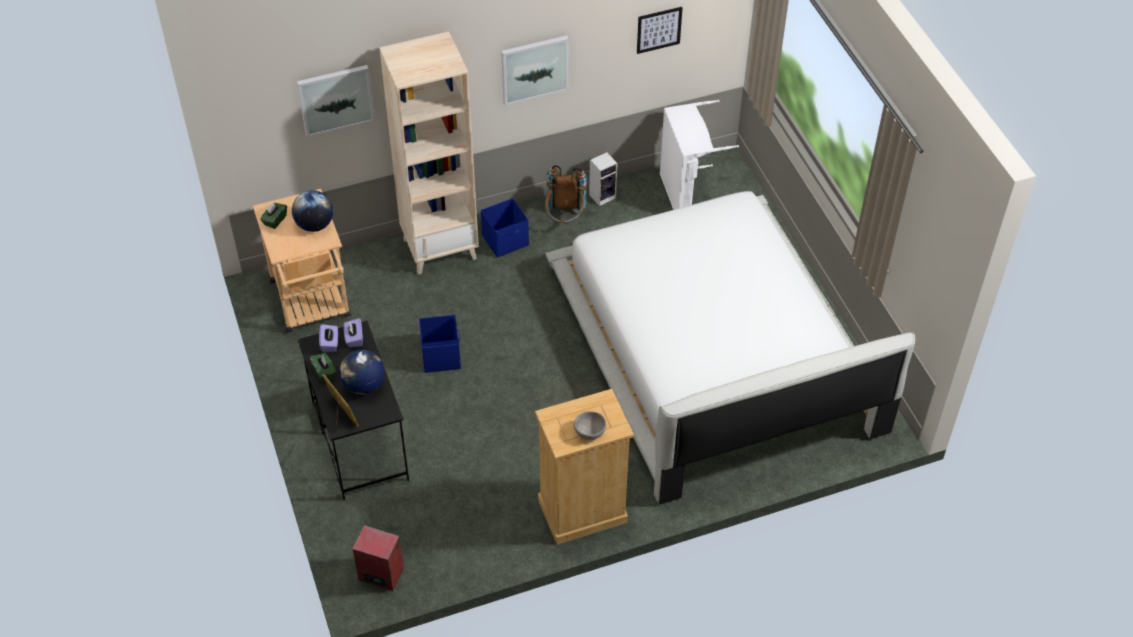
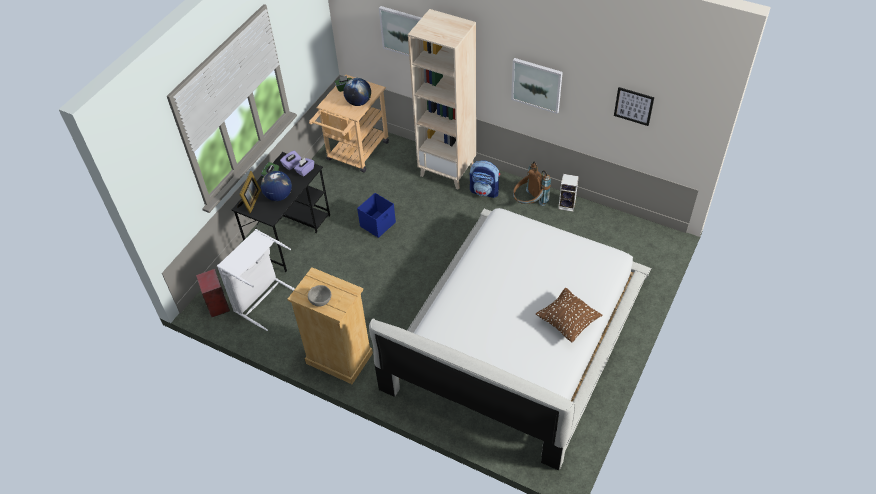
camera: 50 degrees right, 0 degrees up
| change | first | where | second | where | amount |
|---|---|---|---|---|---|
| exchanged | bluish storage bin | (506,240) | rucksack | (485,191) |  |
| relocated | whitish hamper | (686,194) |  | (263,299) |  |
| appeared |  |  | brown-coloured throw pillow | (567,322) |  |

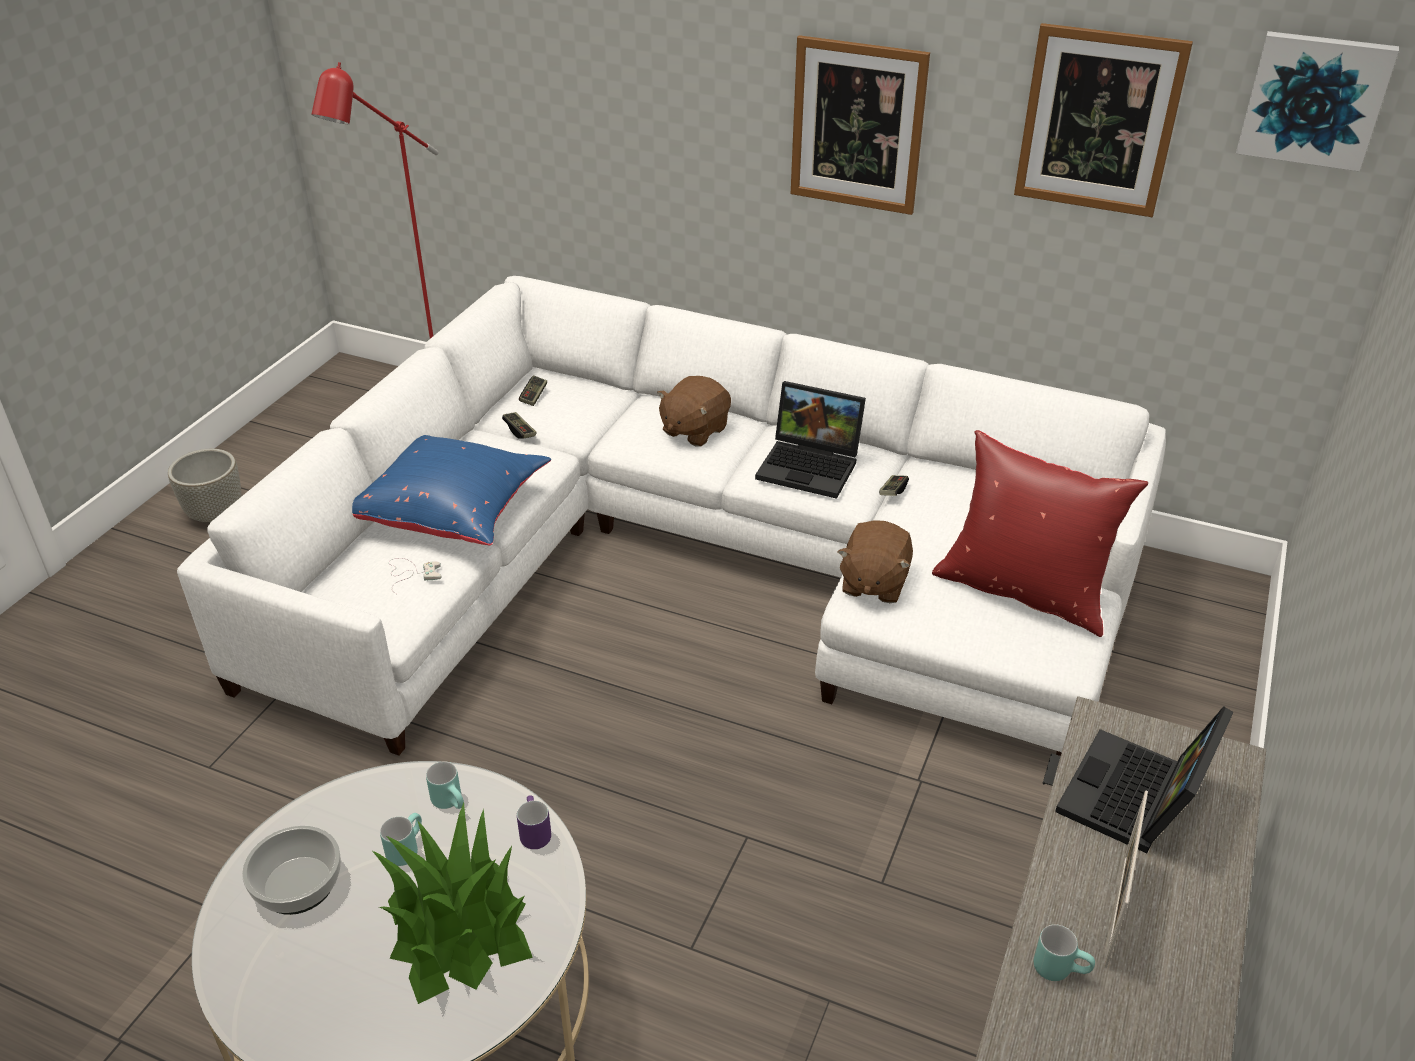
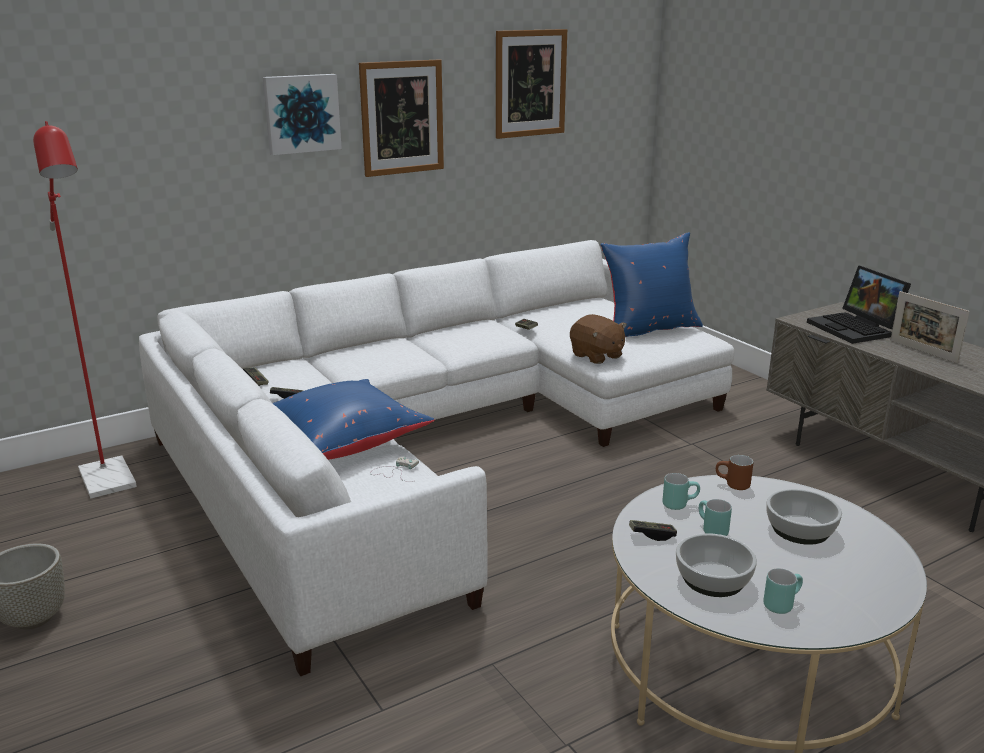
camera: 55 degrees left, 15 degrees down
| change | first | where | second | where | amount |
|---|---|---|---|---|---|
| exchanged | houseplant | (457,929) | bowl | (800,530) |  |
| colour | purple coffee mug | (532,833) | brown-coloured coffee mug | (732,485) |  |
| missing | brown-coloured soft toy | (694,430) |  |  |  |
| missing | portable computer | (811,466) |  |  |  |
| colour | red-coloured throw pillow | (1023,591) | bluish throw pillow | (648,329) |  |
| relocated | turquoise coffee mug | (1060,968) |  | (780,603) |  |
| relocated | wall picture | (1314,99) |  | (301,113) |  |
| appeared |  |  | joypad | (652,535) |  |

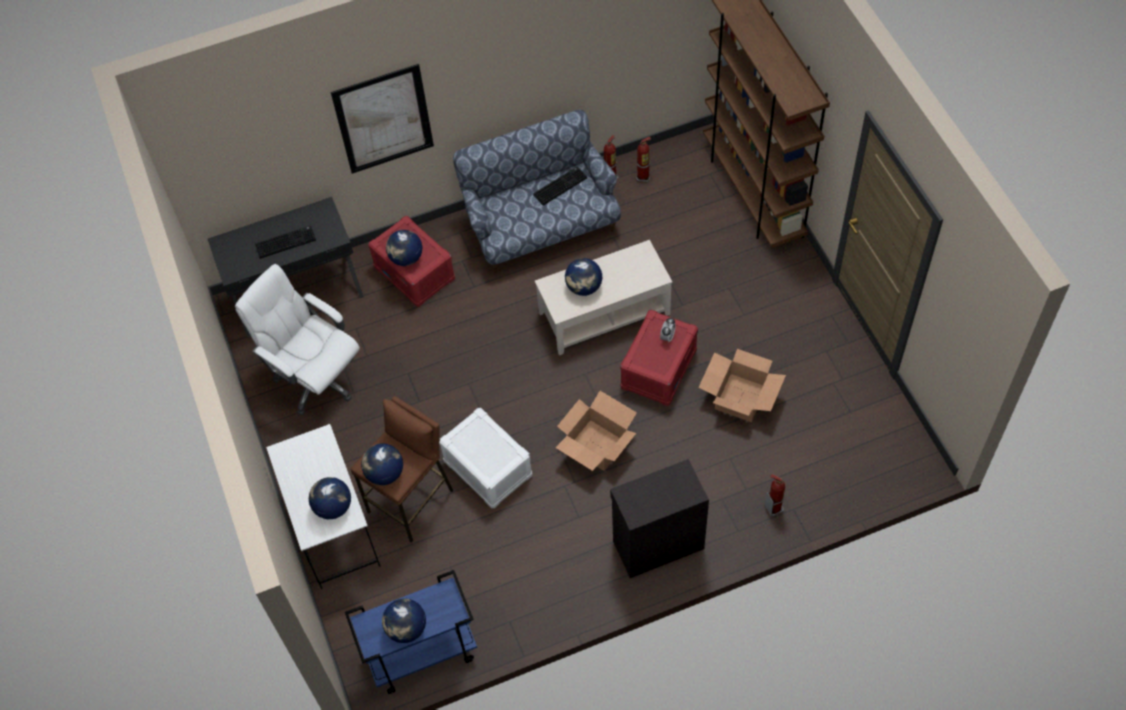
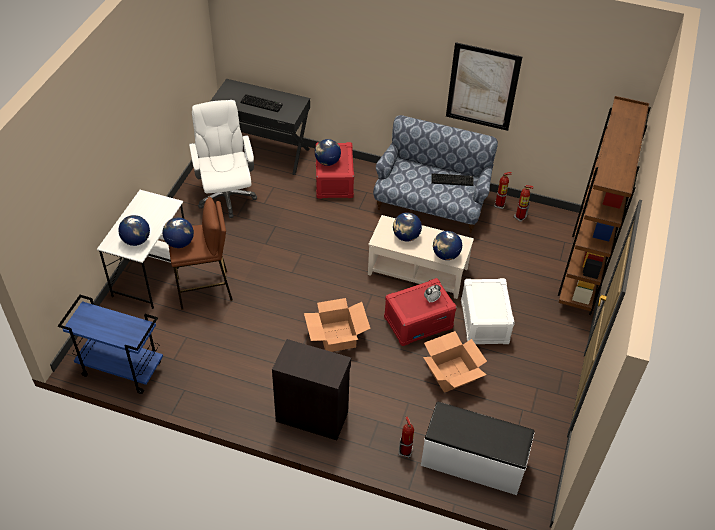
camera: 35 degrees right, 10 degrees down
| change | first | where | second | where | amount |
|---|---|---|---|---|---|
| relocated | wall picture | (384,119) |  | (482,87) |  |
| relocated | desk globe | (406,629) |  | (445,255) |  |
| relocated | whitish storage bin | (487,468) |  | (484,321) |  |
| appeared |  |  | whitish indoor bench | (473,462) |  |

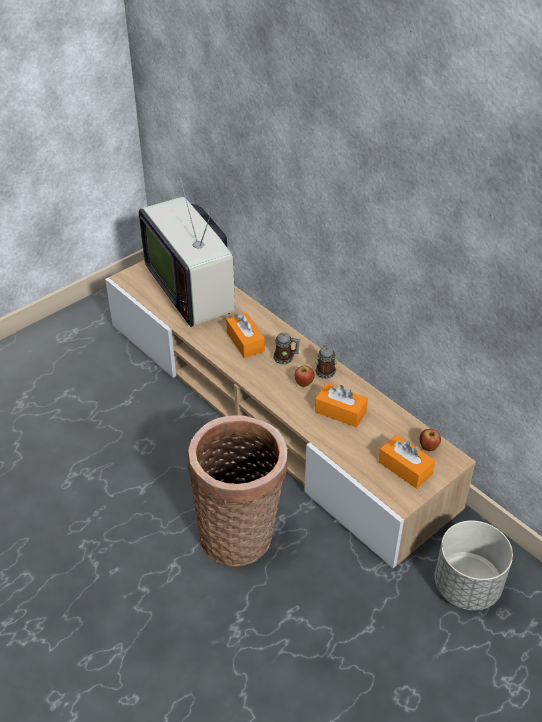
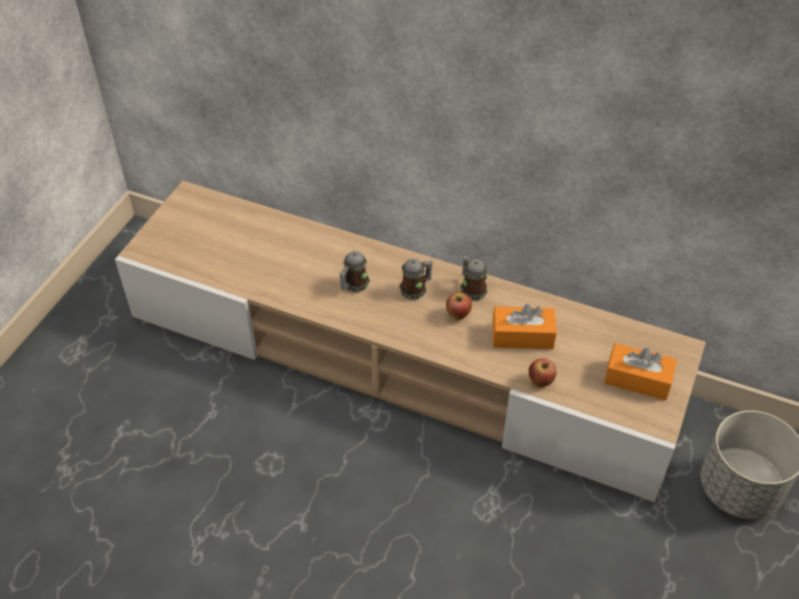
camera: 25 degrees left, 5 degrees up
| change | first | where | second | where | amount |
|---|---|---|---|---|---|
| missing | TV | (193,289) |  |  |  |
| missing | storage basket | (240,534) |  |  |  |
| exchanged | orange tissue box | (245,342) | coffee mug | (353,285) |  |
| relocated | apple fruit | (428,447) |  | (540,382) |  |

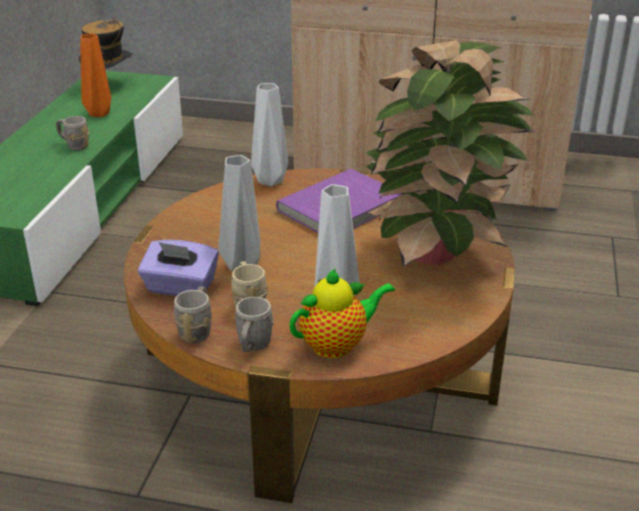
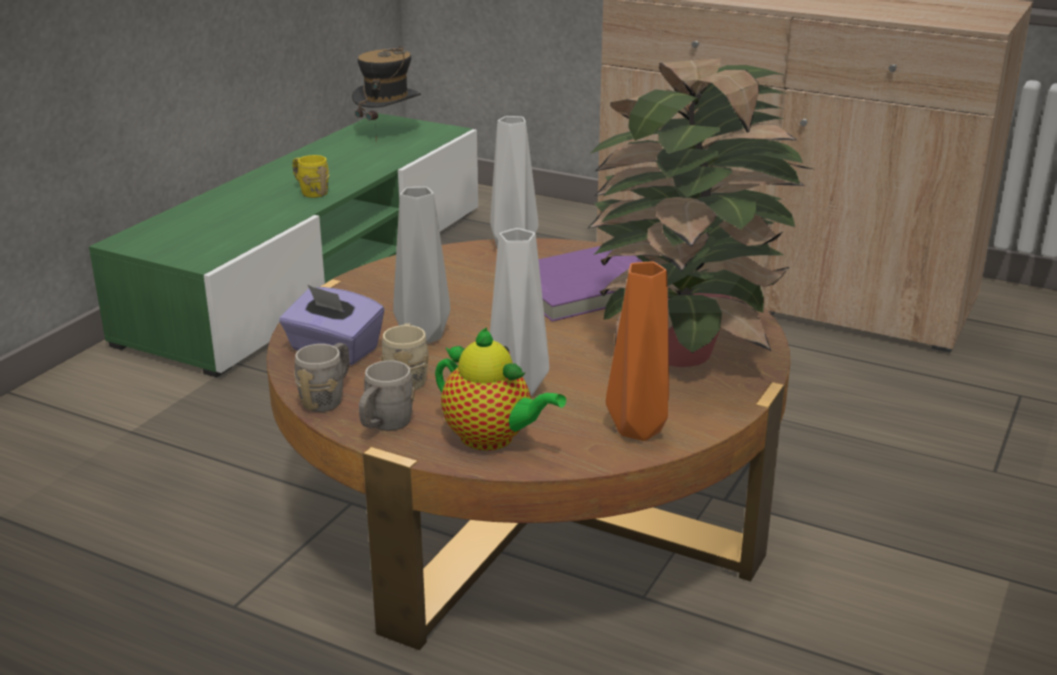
camera: 15 degrees right, 5 degrees down
| change | first | where | second | where | amount |
|---|---|---|---|---|---|
| colour | gray coffee mug | (74,145) | yellowish coffee mug | (310,192) |  |
| relocated | orange decorative vase | (98,114) |  | (637,431) |  |
| spun | tea pot | (337,345) |  | (492,439) | 45 degrees clockwise |

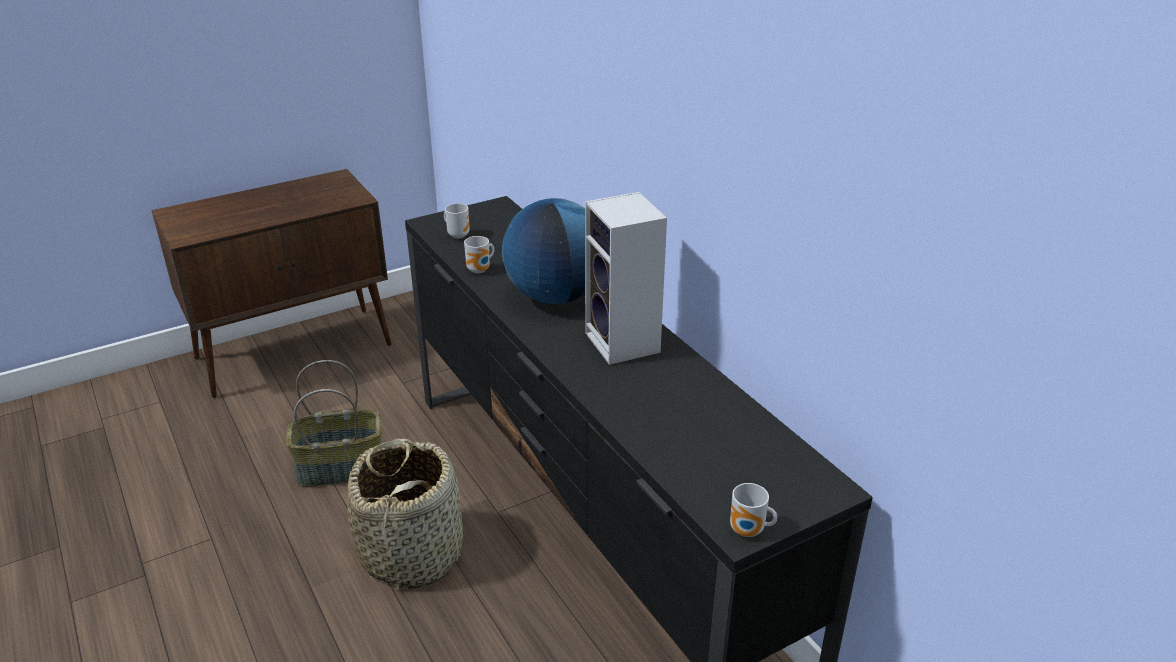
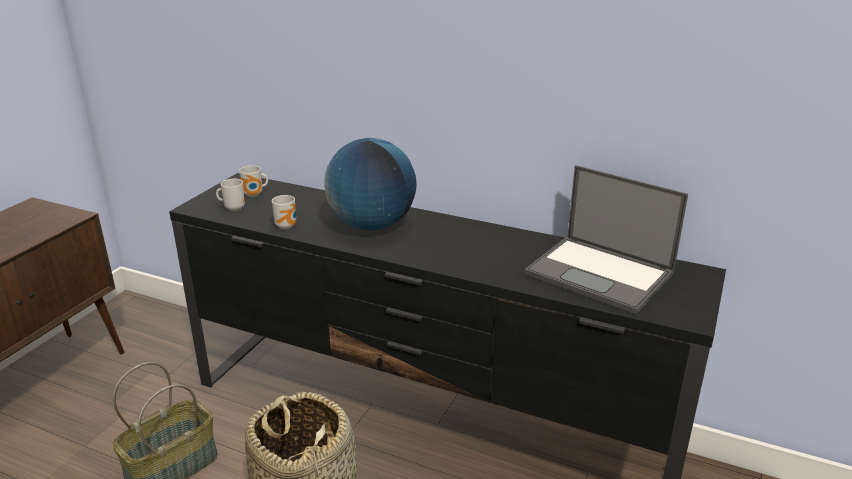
camera: 35 degrees left, 5 degrees down
| change | first | where | second | where | amount |
|---|---|---|---|---|---|
| missing | loudspeaker | (625,344) |  |  |  |
| relocated | coffee mug | (748,532) |  | (254,195) |  |
| appeared |  |  | portable computer | (601,274) |  |

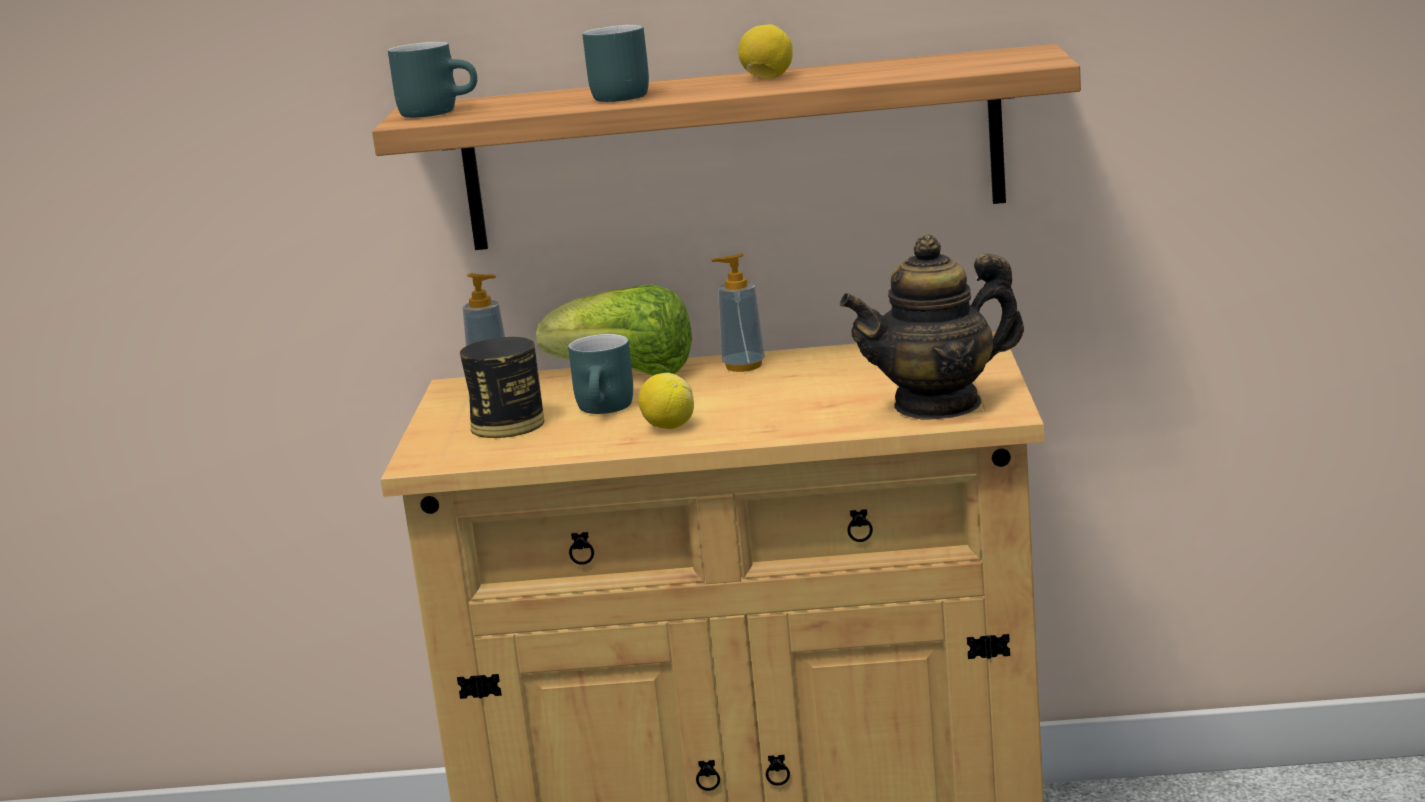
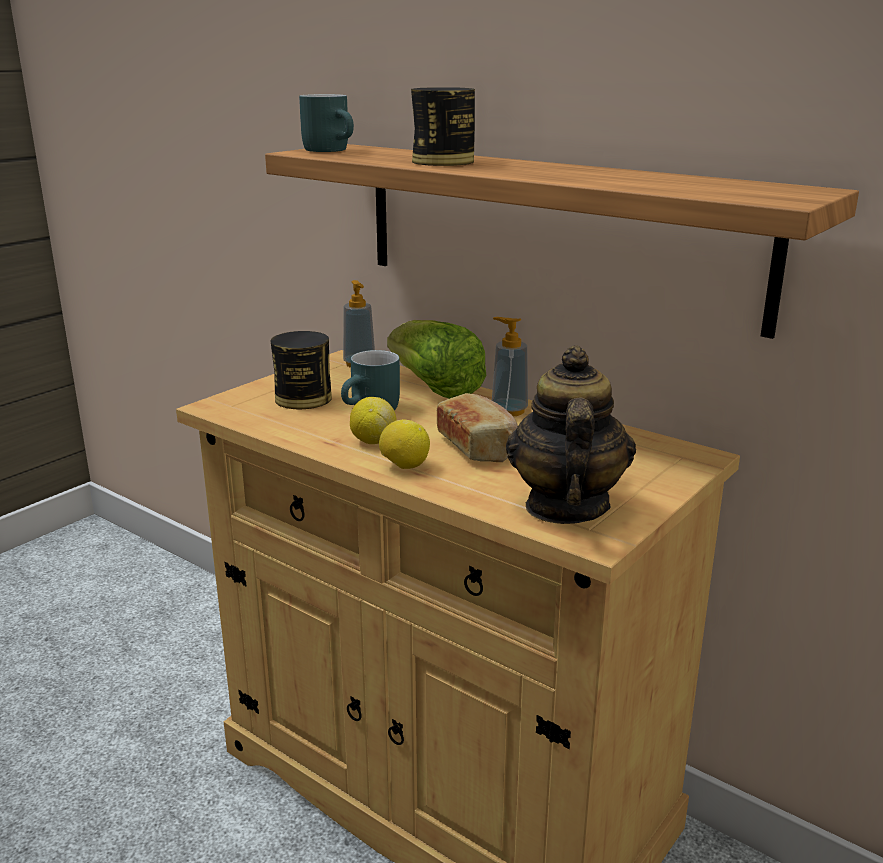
camera: 35 degrees right, 5 degrees up
| change | first | where | second | where | amount |
|---|---|---|---|---|---|
| exchanged | turquoise coffee mug | (620,95) | metal can | (443,161) |  |
| relocated | whole lemon | (767,78) |  | (404,466) |  |
| spun | tea pot | (938,405) |  | (565,506) | 75 degrees clockwise |
| appeared |  |  | bakery bread | (479,447) |  |

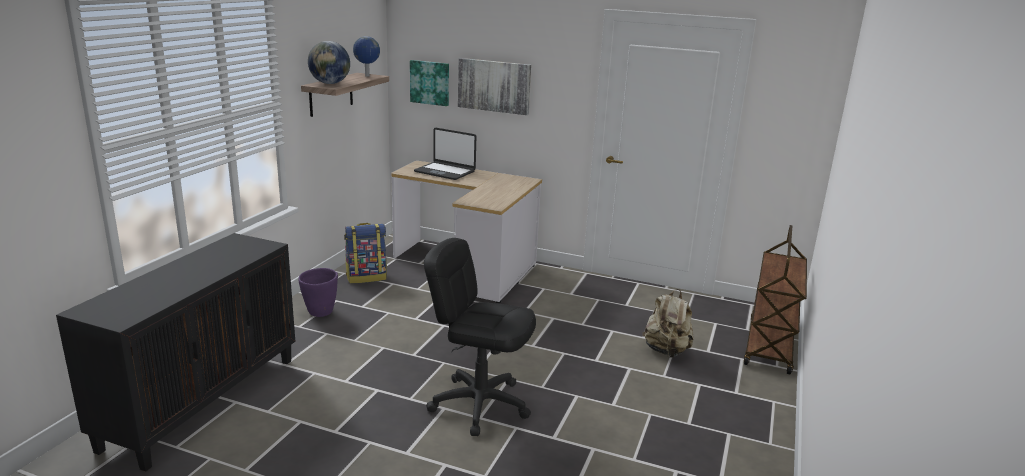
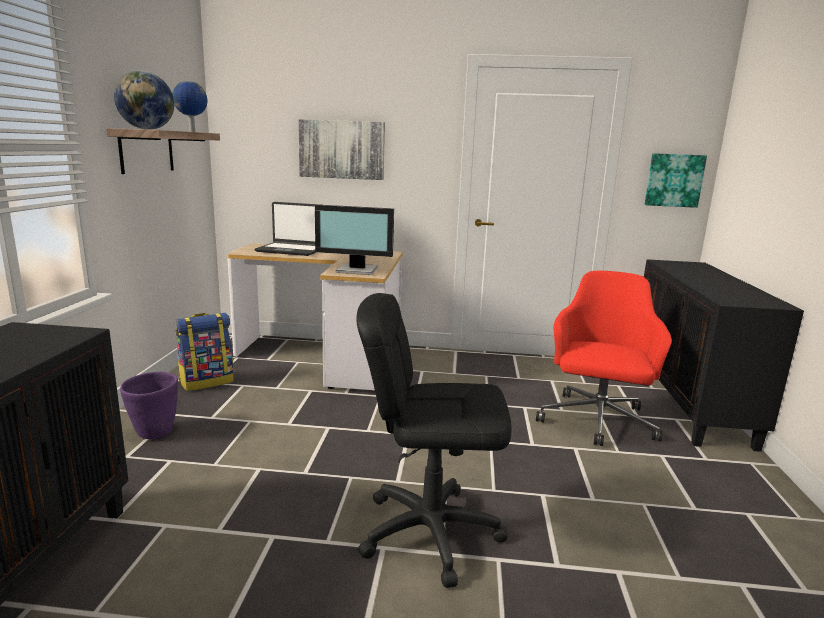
camera: 15 degrees left, 5 degrees down
| change | first | where | second | where | amount |
|---|---|---|---|---|---|
| relocated | wall picture | (430,82) |  | (674,180) |  |
| exchanged | beige-coloured rucksack | (666,351) | red-coloured desk chair | (597,421) |  |
| exchanged | brown-coloured cart | (769,347) | blackish cabinet | (689,402) |  |
| appeared |  |  | monitor | (357,270) |  |

